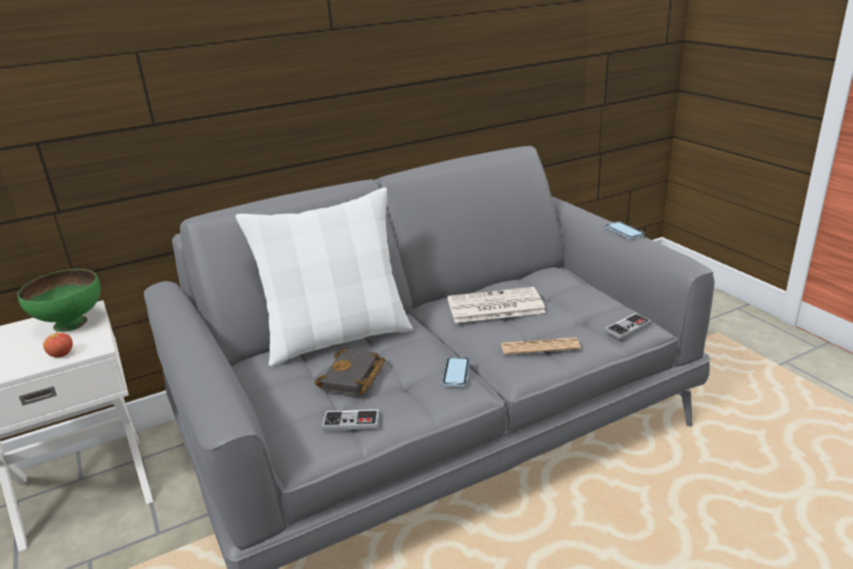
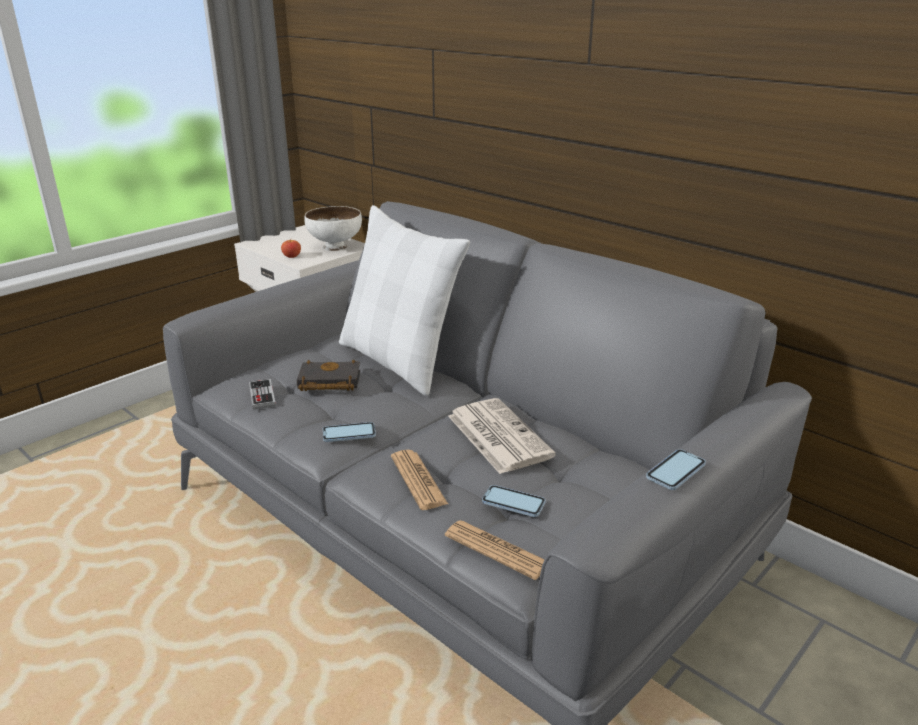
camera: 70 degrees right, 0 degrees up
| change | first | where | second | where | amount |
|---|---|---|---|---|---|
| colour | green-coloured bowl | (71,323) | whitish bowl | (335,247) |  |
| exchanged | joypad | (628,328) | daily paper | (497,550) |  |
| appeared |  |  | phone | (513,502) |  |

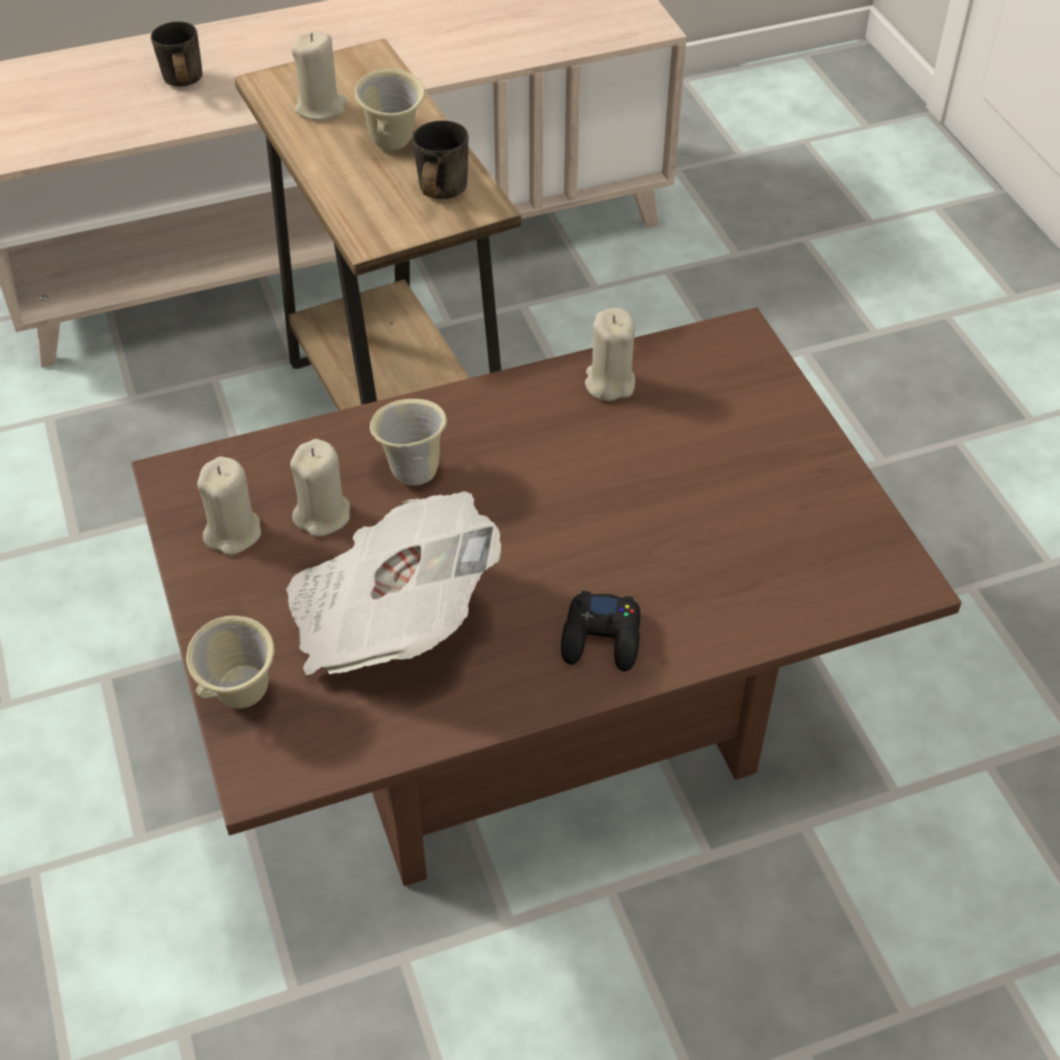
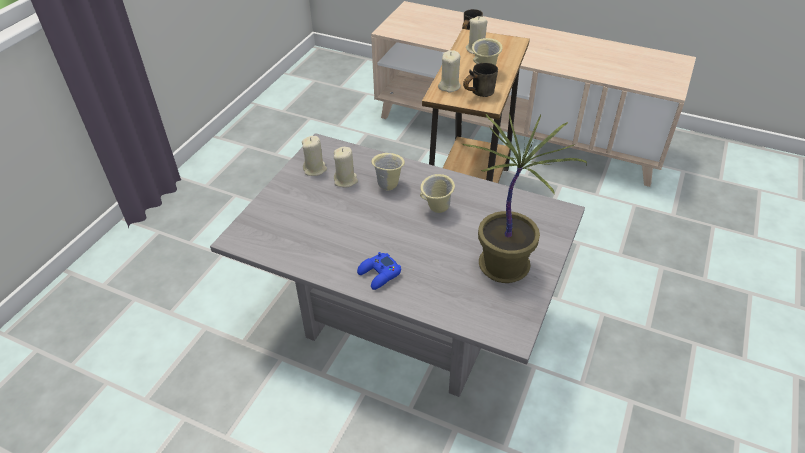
camera: 45 degrees right, 5 degrees down
| change | first | where | second | where | amount |
|---|---|---|---|---|---|
| colour | brown-coloured lounge table | (530,716) | gray lounge table | (403,317) |  |
| relocated | beige-coloured coffee mug | (241,699) |  | (436,210) |  |
| missing | daily paper | (389,618) |  |  |  |
| colour | blackish joypad | (602,639) | bluish joypad | (379,274) |  |
| relocated | beige-coloured wax light | (609,383) |  | (449,86) |  |
| appeared |  |  | houseplant | (506,266) |  |

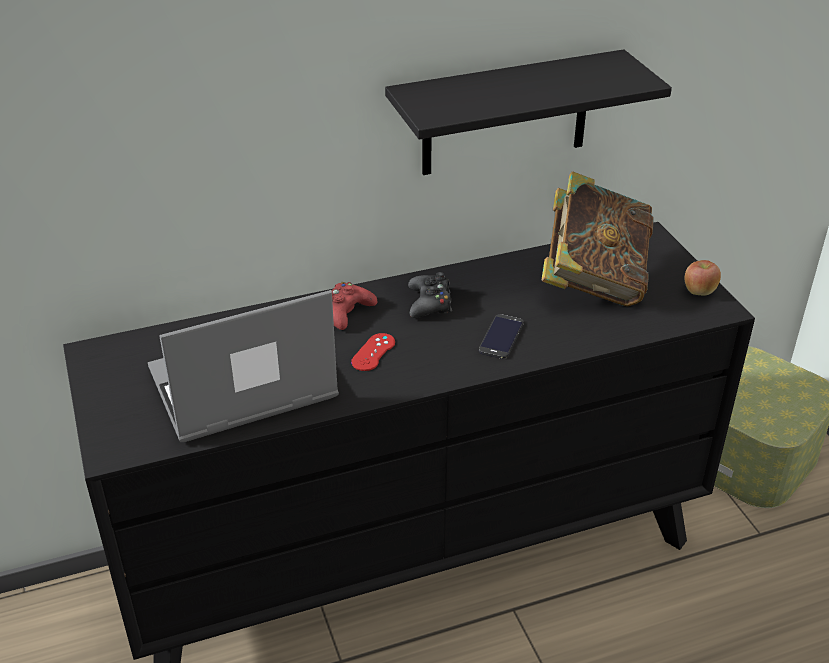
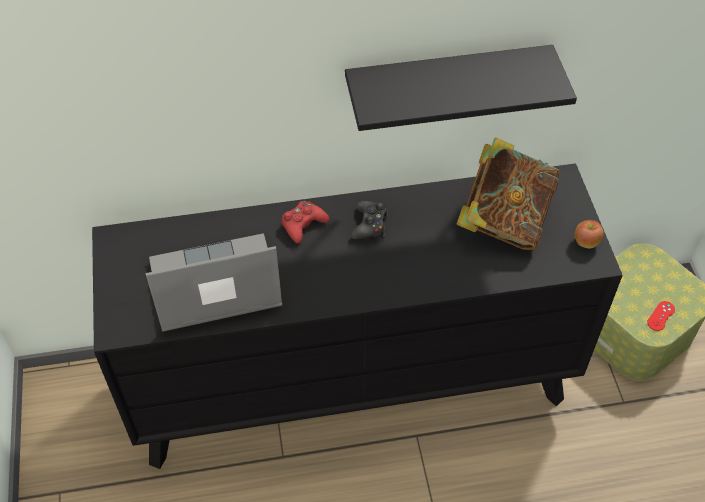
camera: 10 degrees right, 15 degrees up
| change | first | where | second | where | amount |
|---|---|---|---|---|---|
| relocated | red-coloured joypad | (373,352) |  | (661,316) |  |
| missing | phone | (501,337) |  |  |  |

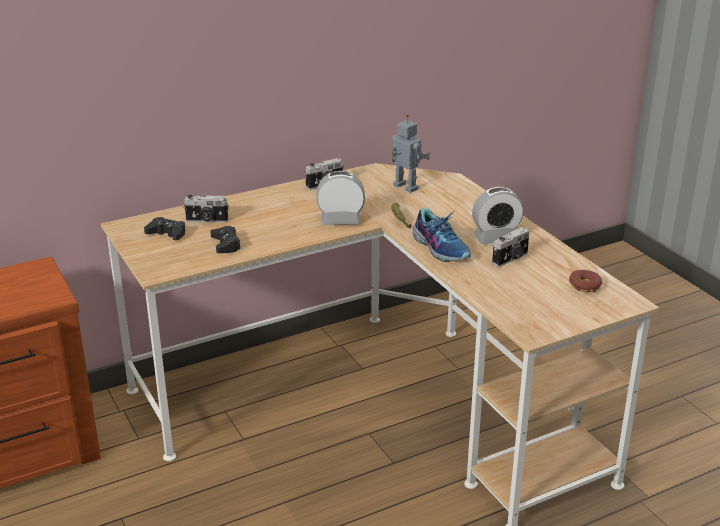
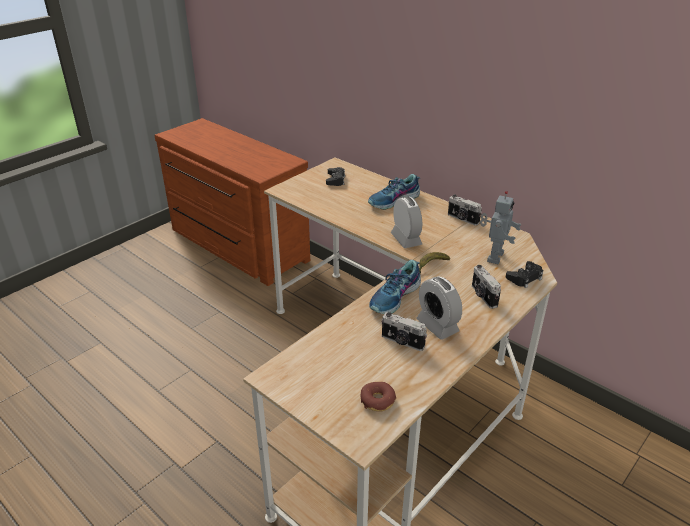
camera: 70 degrees right, 5 degrees up
| change | first | where | second | where | amount |
|---|---|---|---|---|---|
| relocated | photo camera | (207,220) |  | (483,296) |  |
| relocated | blackish joypad | (226,244) |  | (524,278) |  |
| appeared |  |  | shoe | (394,201) |  |

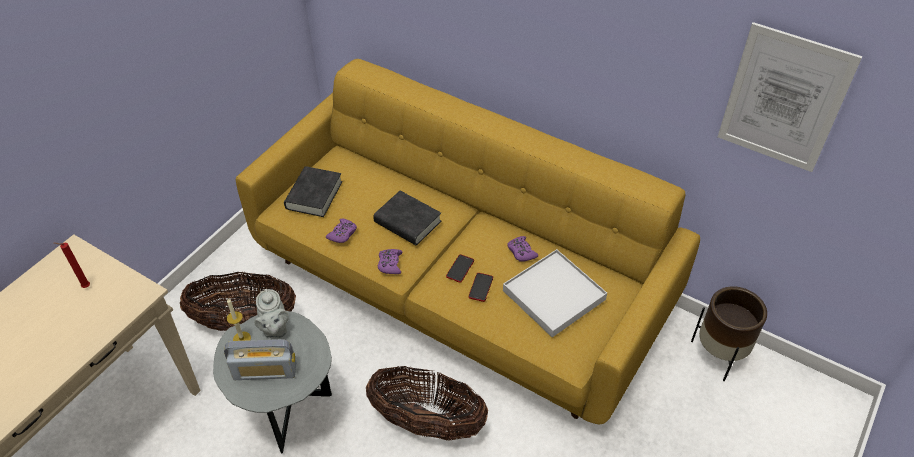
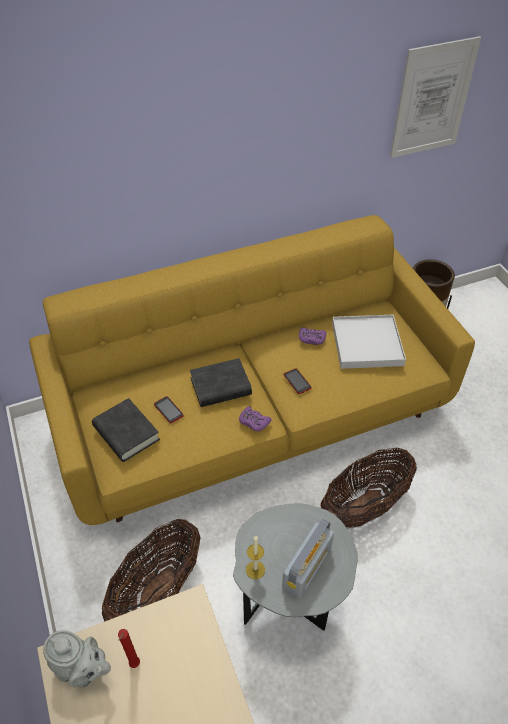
camera: 55 degrees left, 0 degrees up
| change | first | where | second | where | amount |
|---|---|---|---|---|---|
| relocated | gray tea pot | (275,329) |  | (82,670) |  |
| missing | purple joypad | (342,234) |  |  |  |
| relocated | phone | (480,287) |  | (168,410) |  |

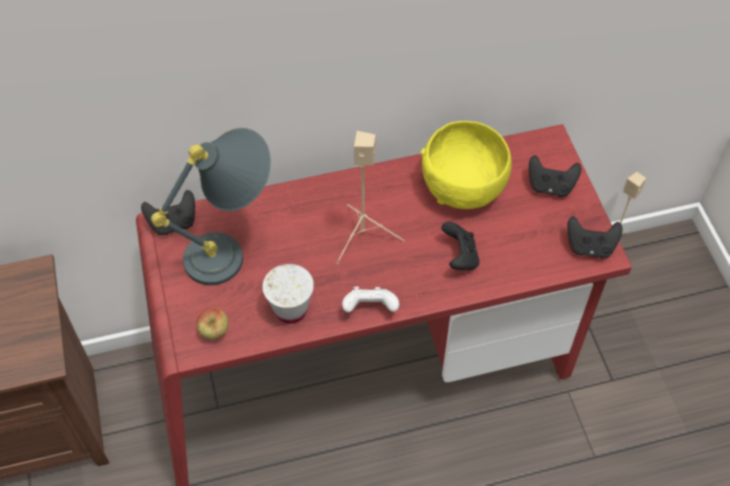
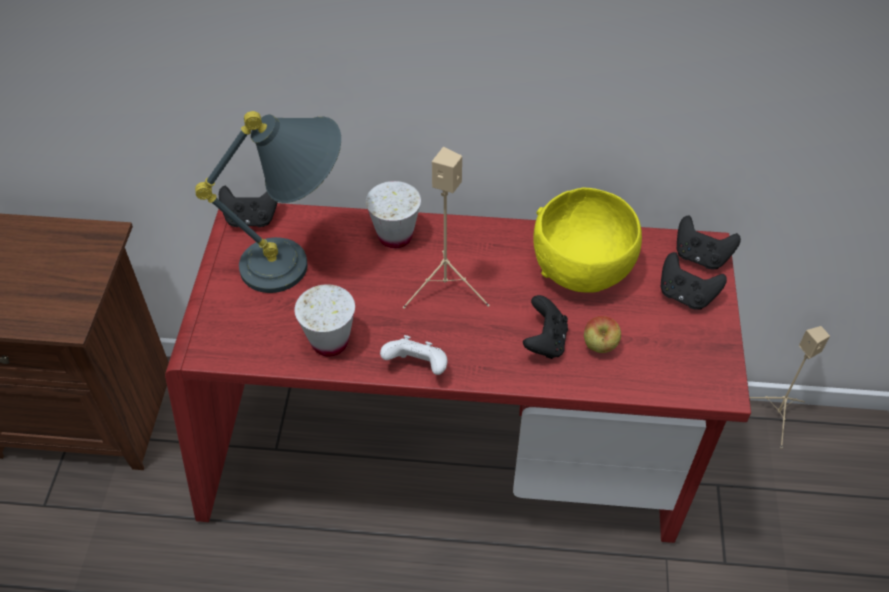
camera: 20 degrees right, 5 degrees down
| change | first | where | second | where | amount |
|---|---|---|---|---|---|
| relocated | apple fruit | (214,332) |  | (599,347) |  |
| relocated | blackish joypad | (590,247) |  | (700,257) |  |
| appeared |  |  | whitish drinking cup | (395,236) |  |

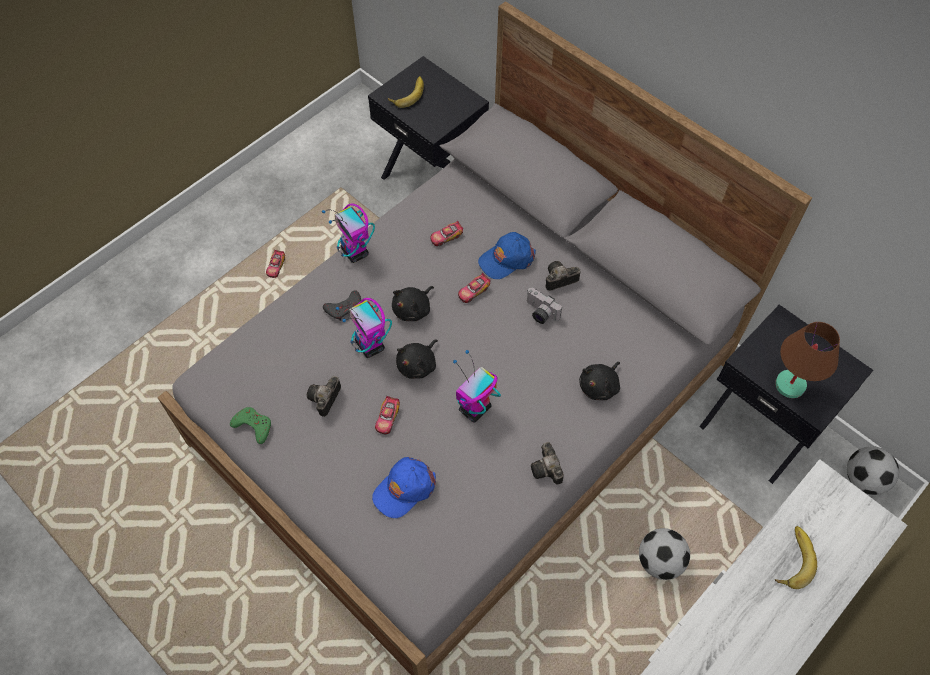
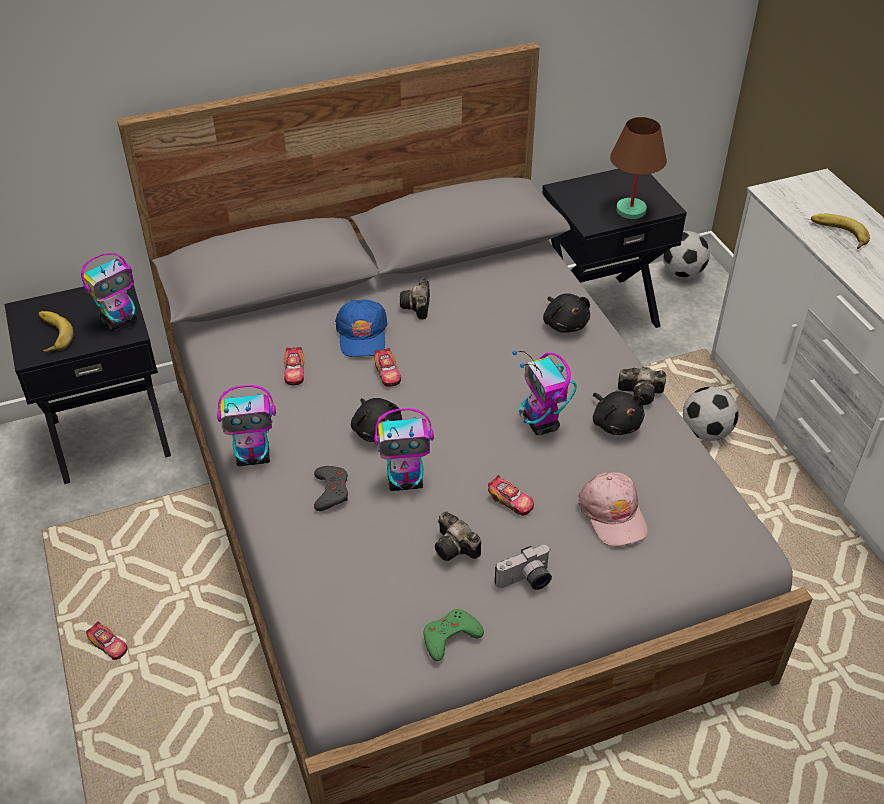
camera: 65 degrees left, 15 degrees down
| change | first | where | second | where | amount |
|---|---|---|---|---|---|
| colour | bluish peaked cap | (404,489) | pinkish peaked cap | (613,514) |  |
| relocated | blackish soft toy | (418,365) |  | (615,423) |  |
| relocated | photo camera | (539,313) |  | (526,581) |  |
| appeared |  |  | toy robot | (120,320) |  |

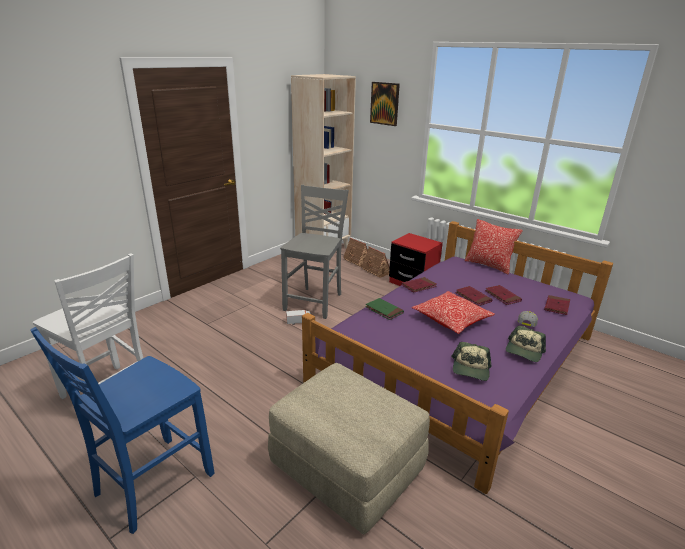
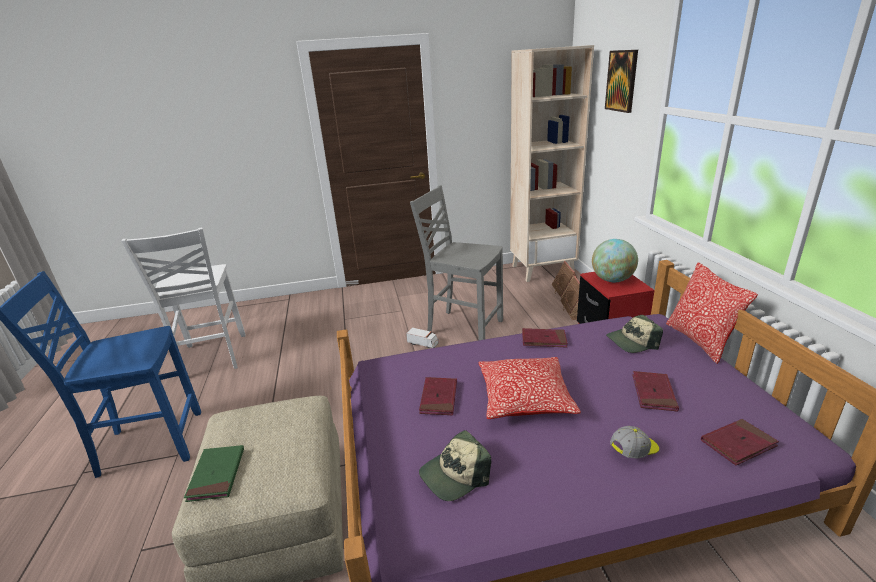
camera: 40 degrees right, 0 degrees up
| change | first | where | second | where | amount |
|---|---|---|---|---|---|
| spun | gray chair | (315,302) |  | (463,327) | 120 degrees counterclockwise |
| relocated | green-coloured volume | (384,310) |  | (217,475) |  |
| relocated | red-coloured volume | (473,297) |  | (439,398) |  |
| relocated | peaked cap | (524,351) |  | (632,342) |  |
| appeared |  |  | desk globe | (612,280) |  |

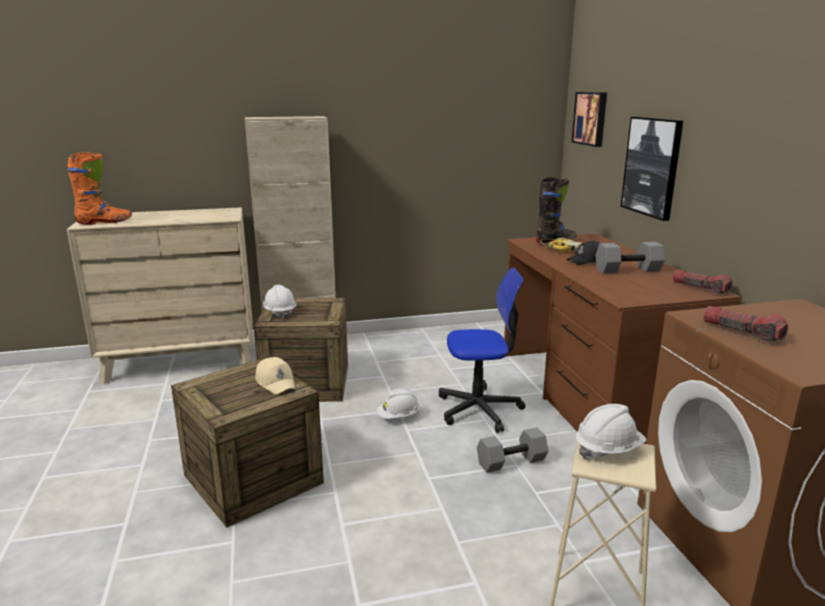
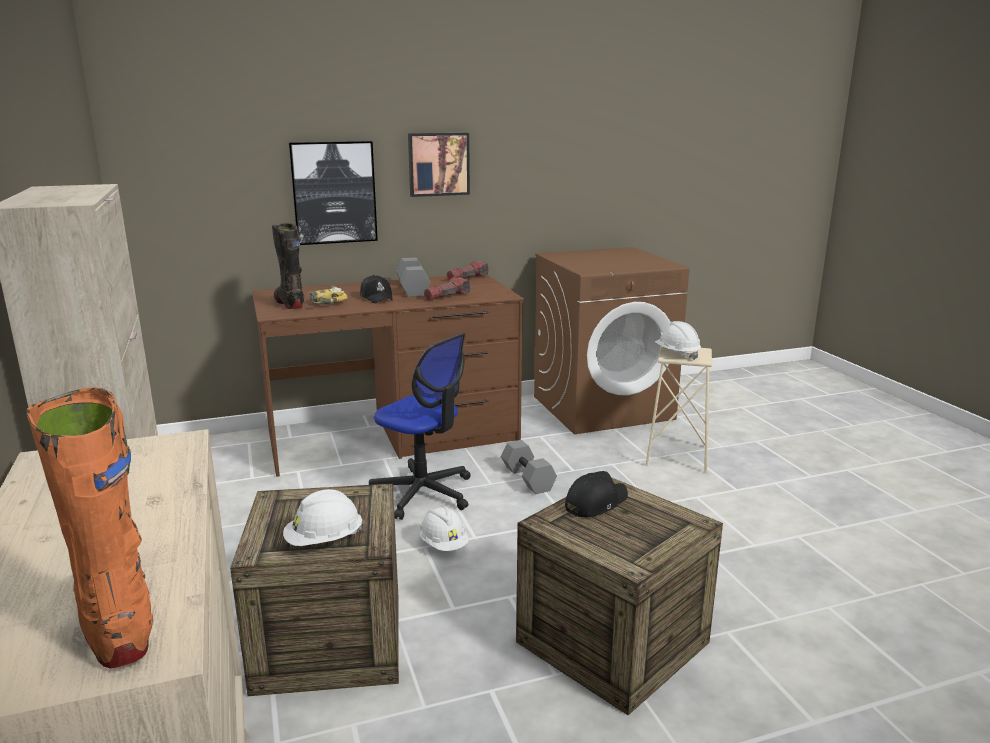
camera: 95 degrees left, 0 degrees up
| change | first | where | second | where | amount |
|---|---|---|---|---|---|
| colour | beige-coloured peaked cap | (276,382) | blackish peaked cap | (595,503) |  |
| spun | desk chair | (479,409) |  | (423,493) | 135 degrees clockwise |
| relocated | wall picture | (591,118) |  | (438,164) |  |
| relocated | torch | (742,332) |  | (447,296) |  |

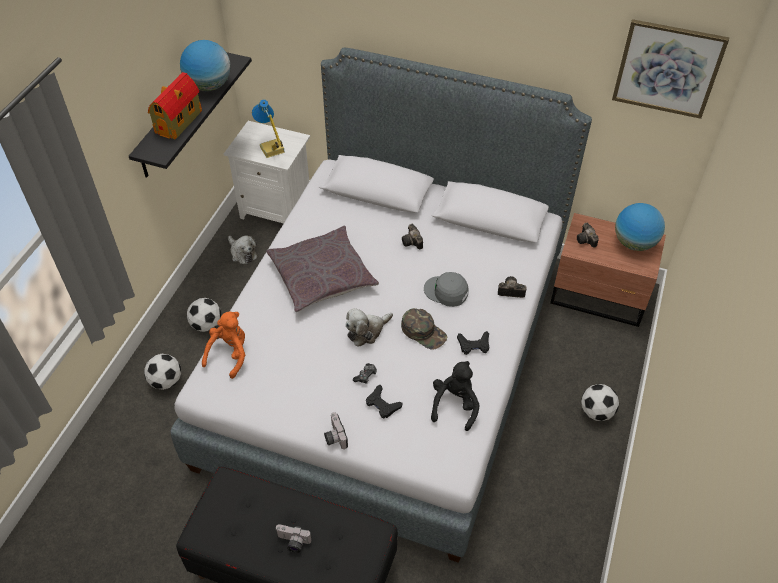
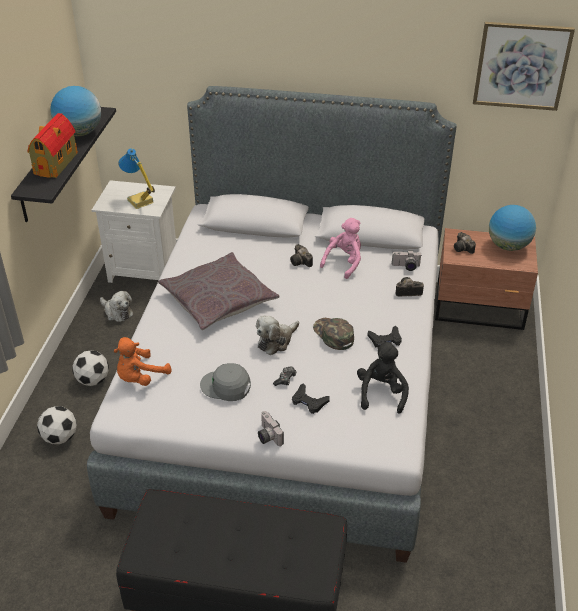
camera: 10 degrees left, 10 degrees down
| change | first | where | second | where | amount |
|---|---|---|---|---|---|
| spun | orange soft toy | (229,354) |  | (140,378) | 150 degrees counterclockwise |
| relocated | photo camera | (293,542) |  | (406,267) |  |
| spun | green-coloured peaked cap | (423,332) |  | (333,335) | 150 degrees counterclockwise |
| relocated | gray peaked cap | (446,292) |  | (226,386) |  |
| missing | ball for football | (596,412) |  |  |  |
| appeared |  |  | pinkish soft toy | (344,262) |  |

